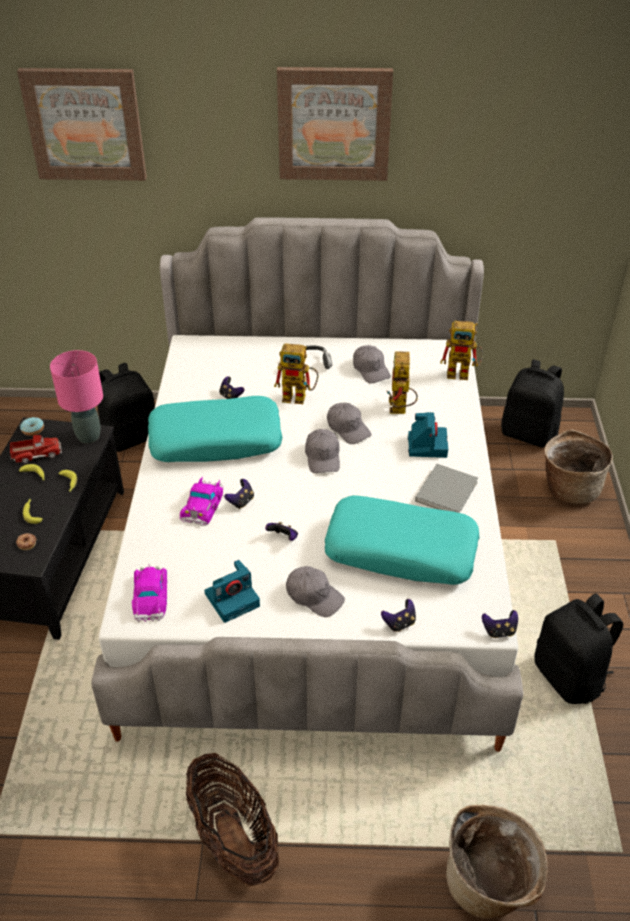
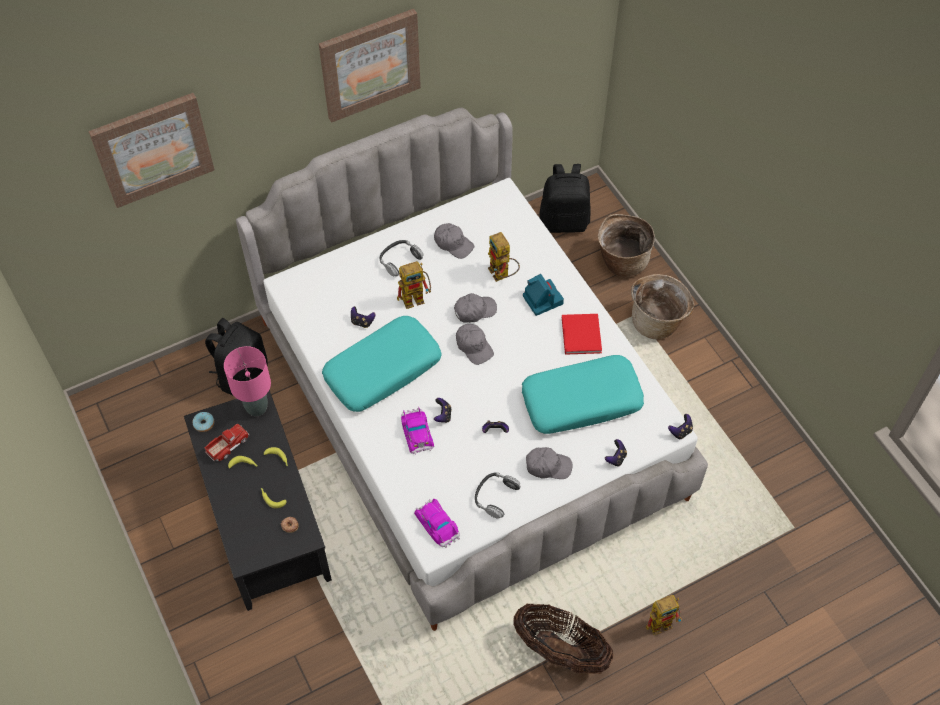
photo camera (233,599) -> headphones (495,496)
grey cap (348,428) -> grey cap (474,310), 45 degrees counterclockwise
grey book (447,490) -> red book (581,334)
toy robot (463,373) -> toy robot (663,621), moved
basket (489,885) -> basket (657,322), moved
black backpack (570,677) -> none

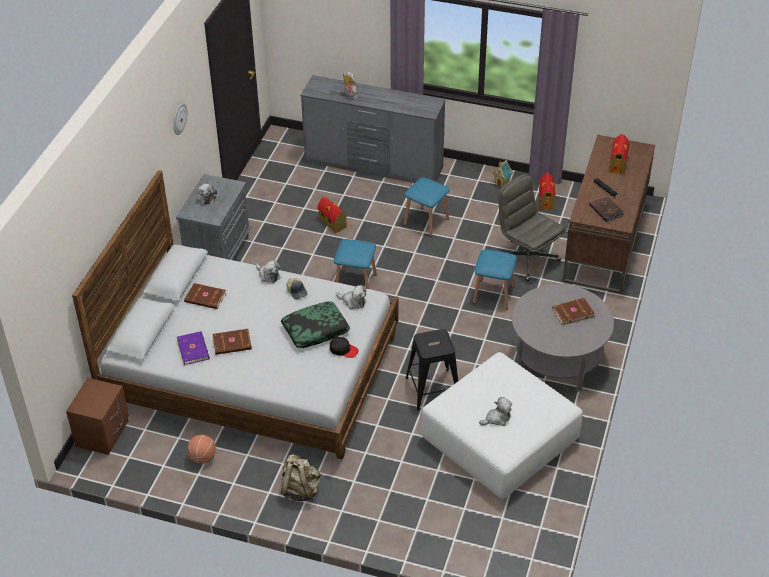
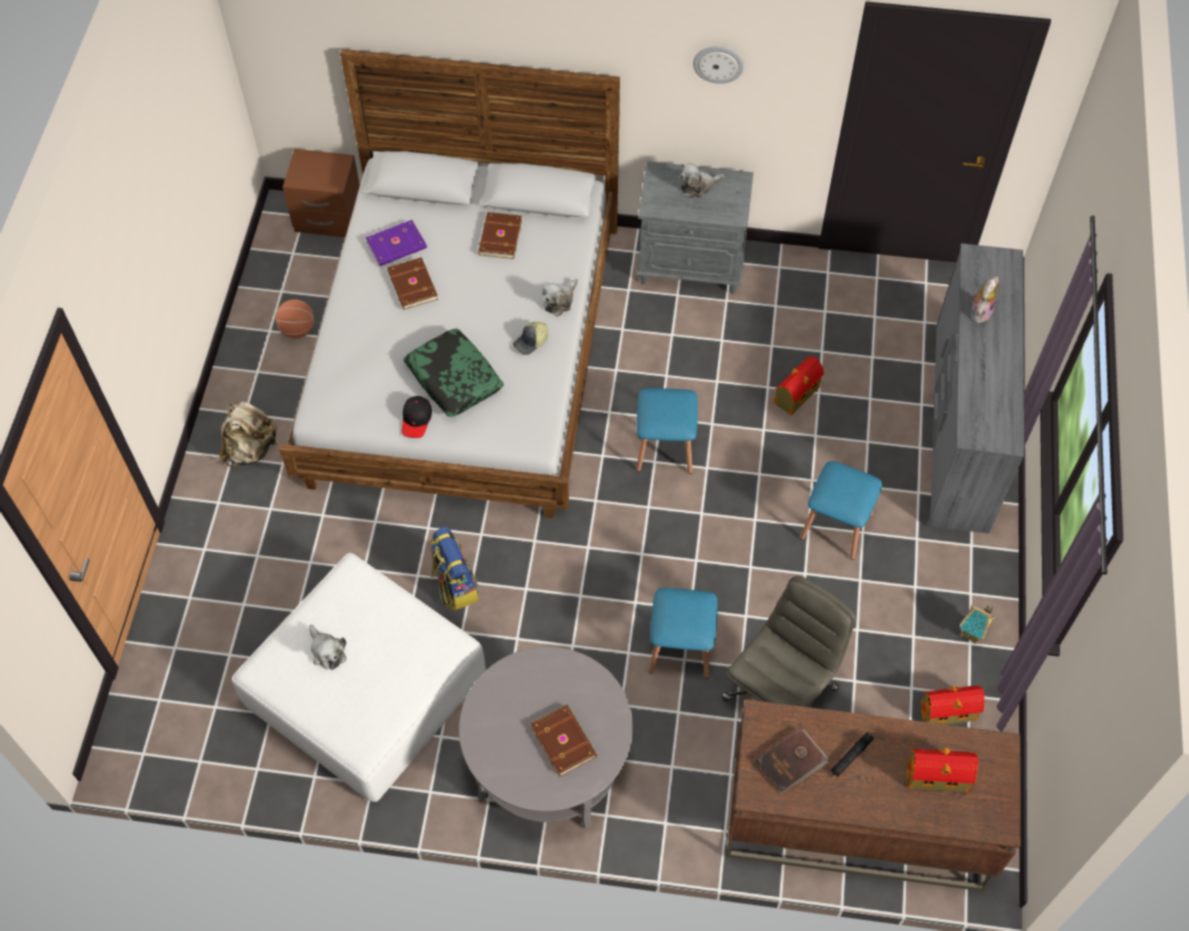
plush toy (353,302) -> none
black stool (433,389) -> backpack (454,585)

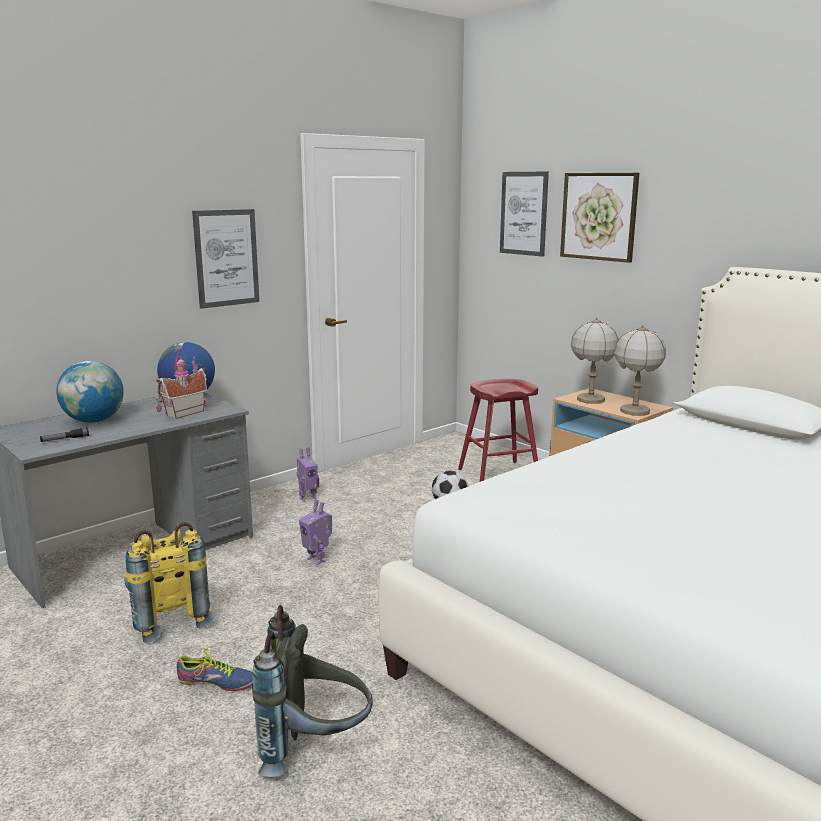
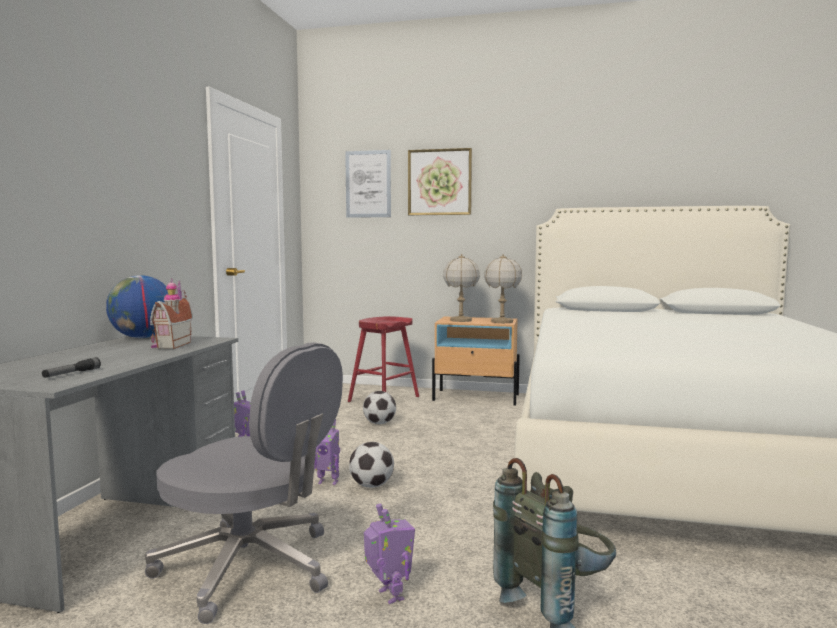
globe (94,421) -> none
yellow backpack (167,619) -> grey office chair (250,568)
shoe (217,682) -> toy robot (389,595)
picture (226,258) -> none
none -> football (372,486)

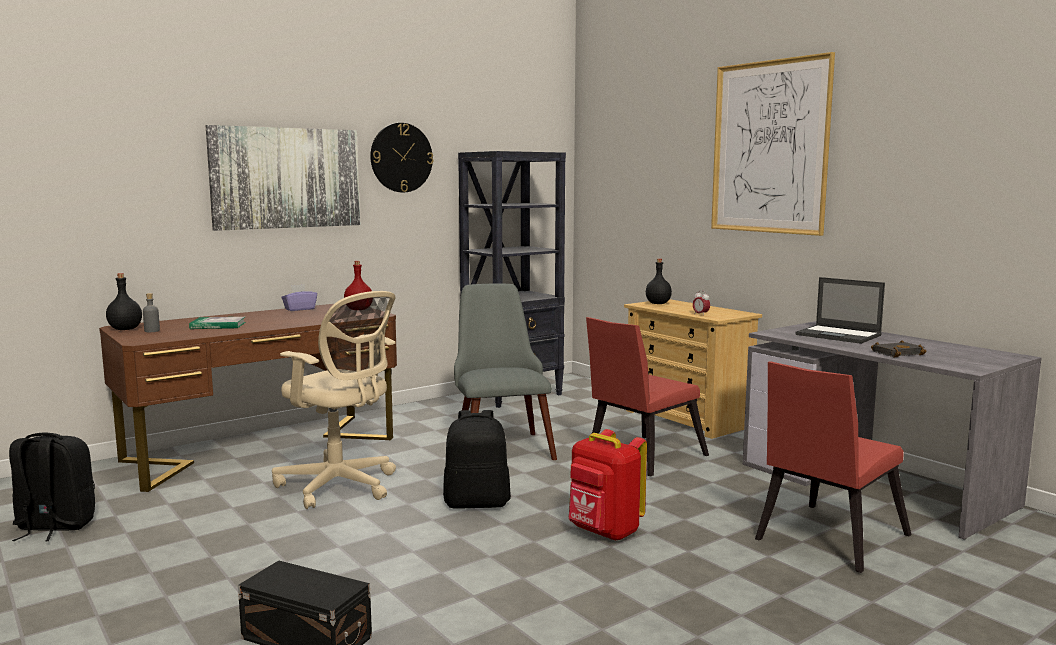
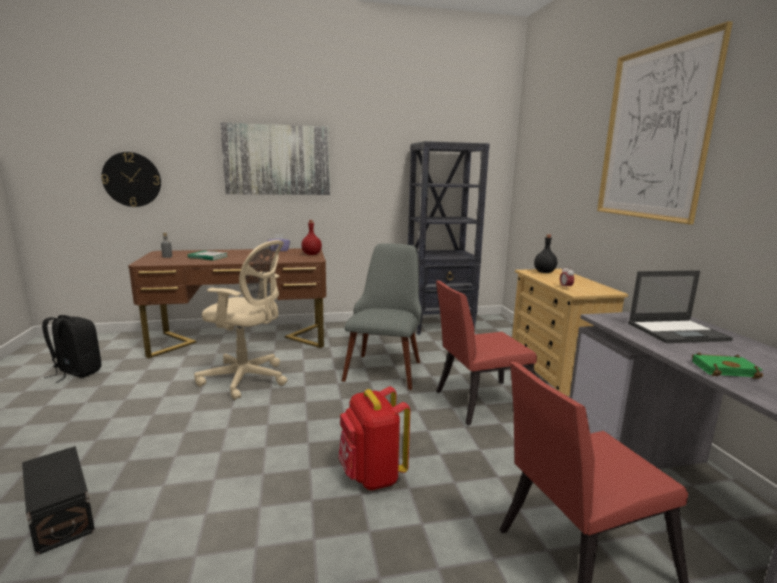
black bottle (125,329) -> none
beige office chair (340,486) -> beige office chair (247,379), 45 degrees counterclockwise
wall clock (401,157) -> wall clock (132,179), moved
black backpack (477,503) -> none
laptop (839,335) -> laptop (678,331), 75 degrees counterclockwise
black book (897,353) -> green book (724,369)

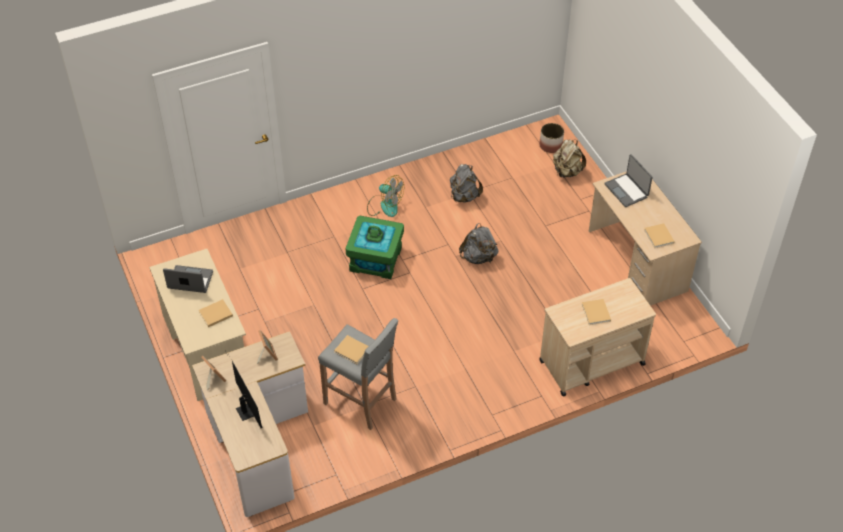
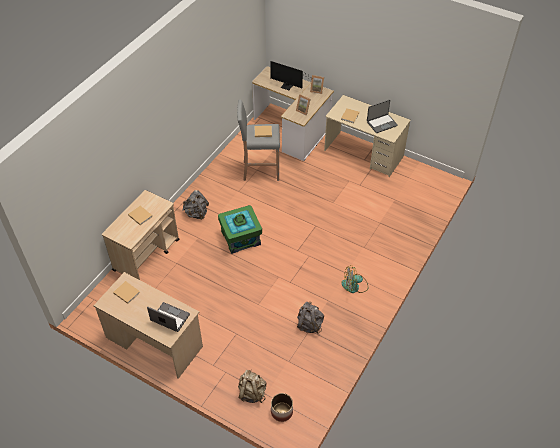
green storage box (375,259) -> green storage box (240,237), moved
grey backpack (478,257) -> grey backpack (196,213), moved

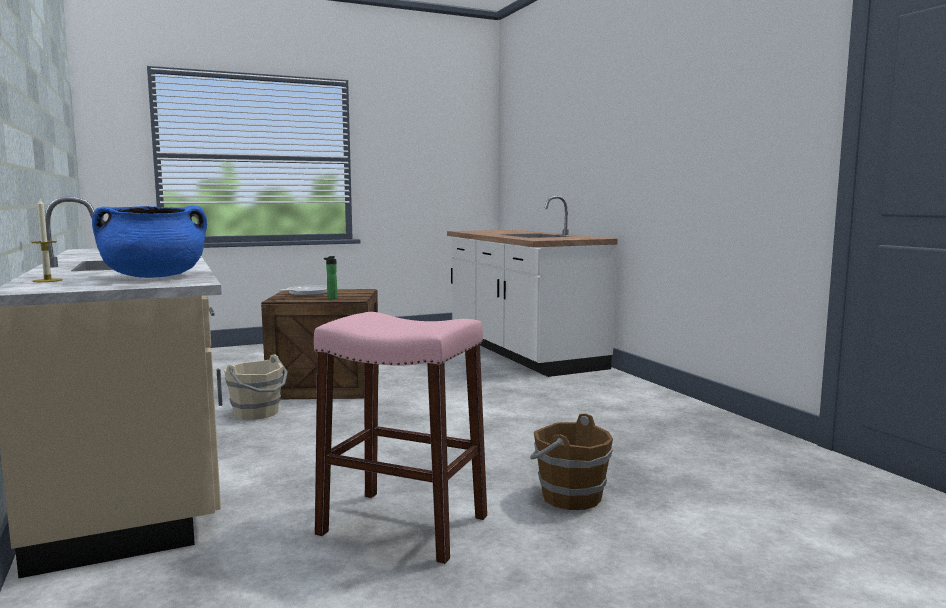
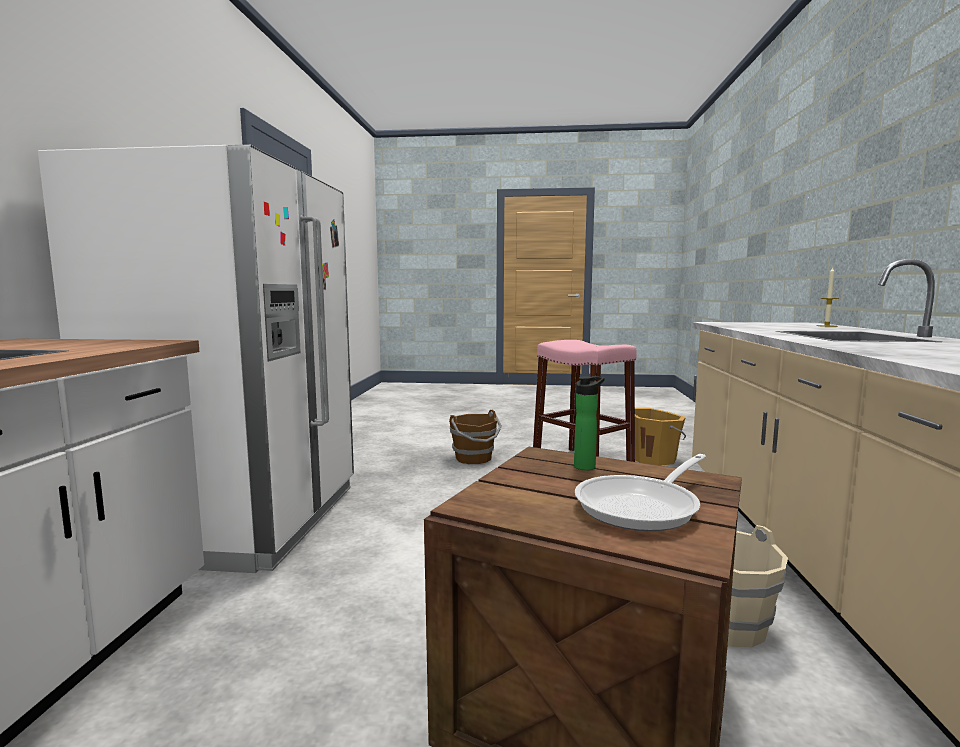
blue cooking pot (154,277) -> none
none -> white fridge (243,521)
none -> orange bucket (654,458)

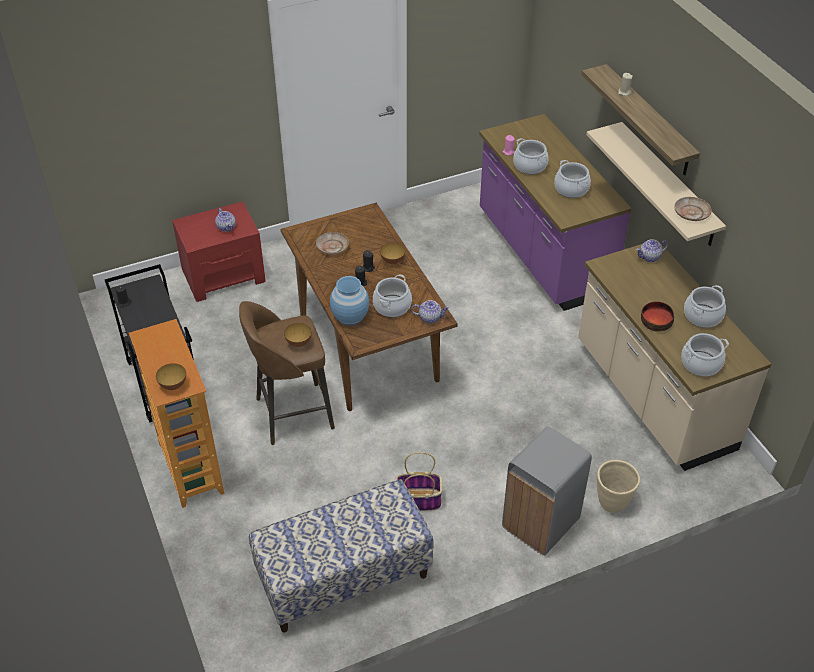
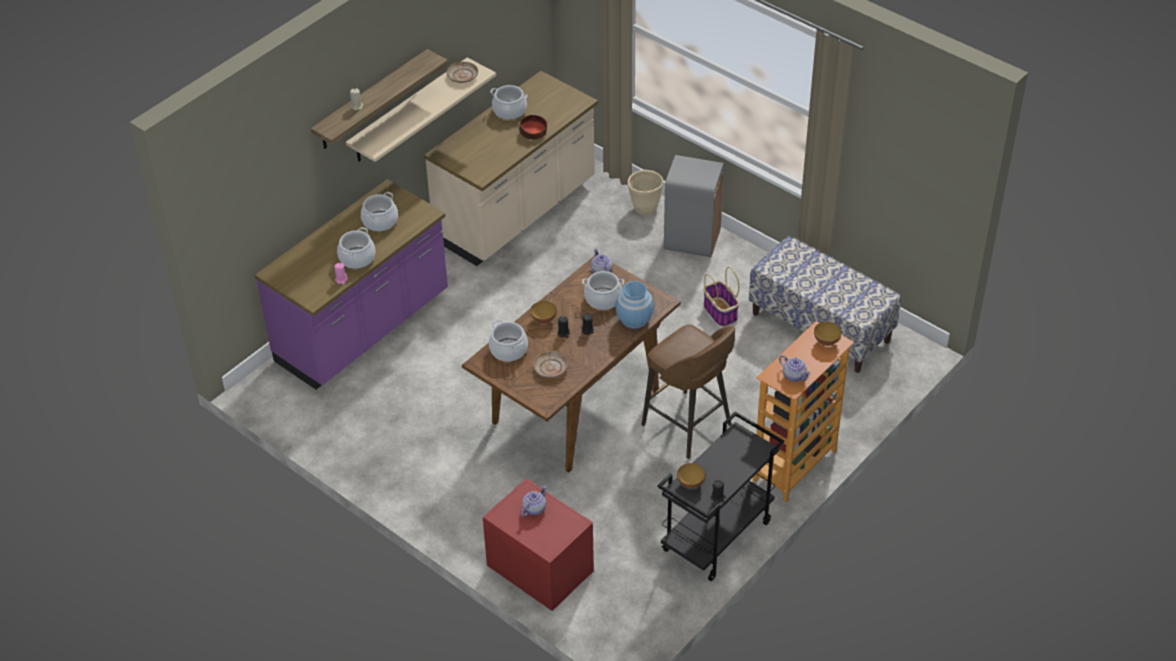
bowl (298,343) -> bowl (690,484), moved
teapot (649,257) -> teapot (794,375), moved
cooking pot (700,363) -> cooking pot (508,350), moved

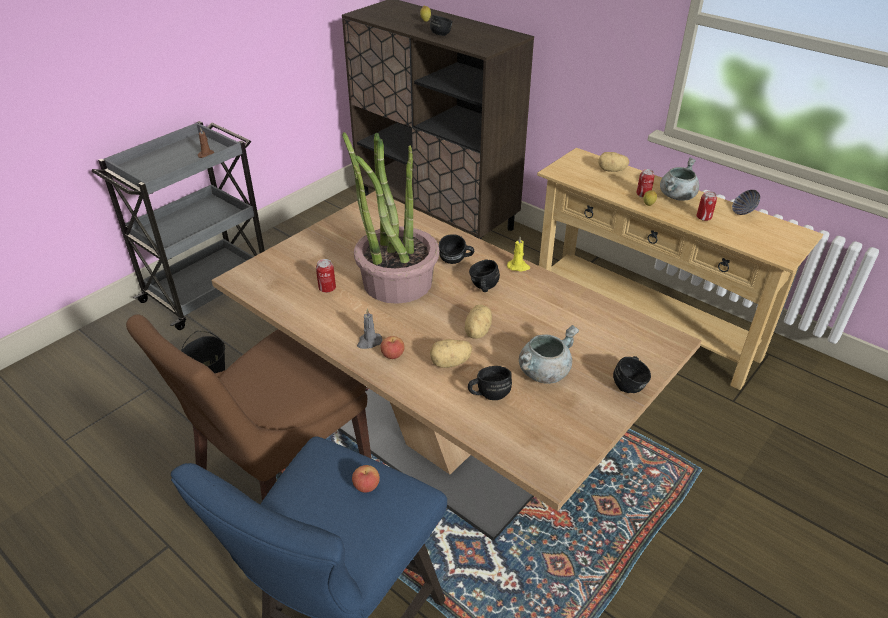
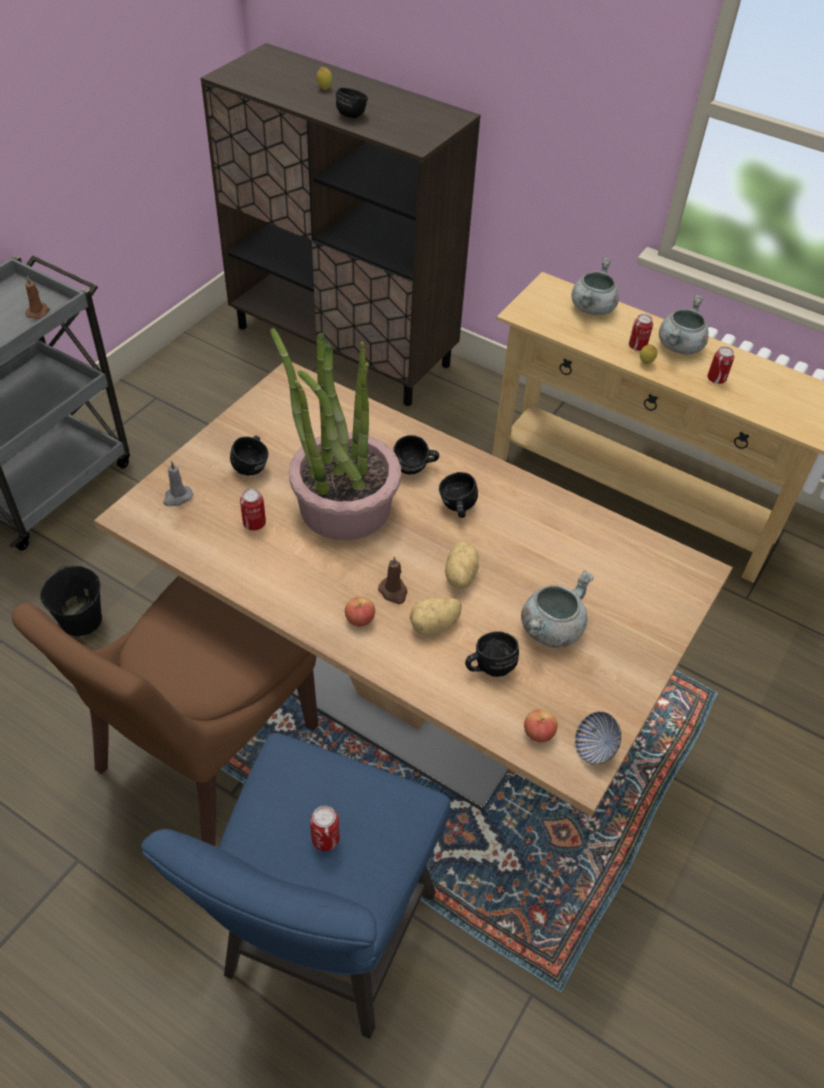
apple (366,486) -> apple (538,733), moved
grey candle (369,342) -> grey candle (177,497), moved
yellow candle (518,267) -> none
potato (611,170) -> grey cooking pot (592,309)
black mug (630,384) -> black mug (253,466), moved
bowl (743,212) -> bowl (594,748), moved
none -> can (325,839)
none -> brown candle (393,592)

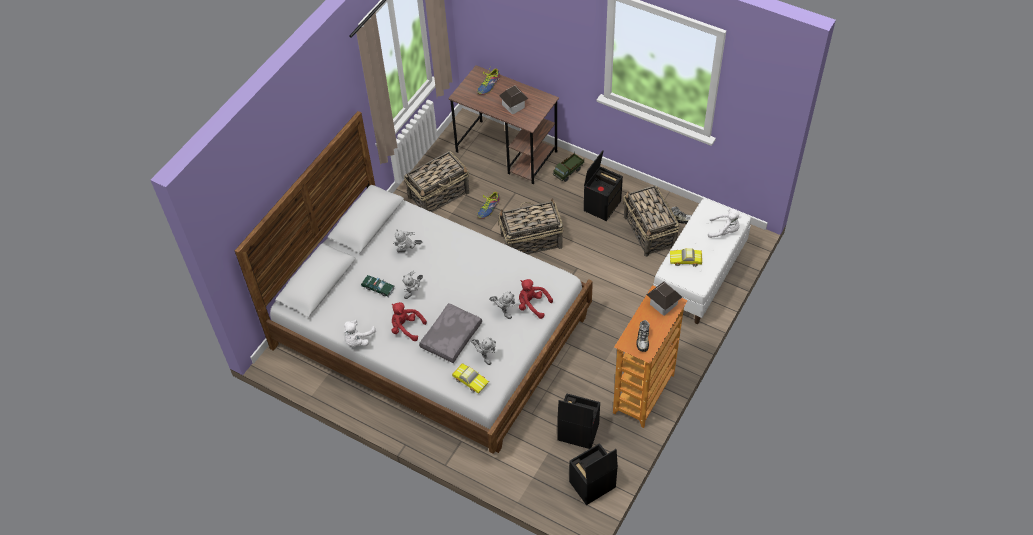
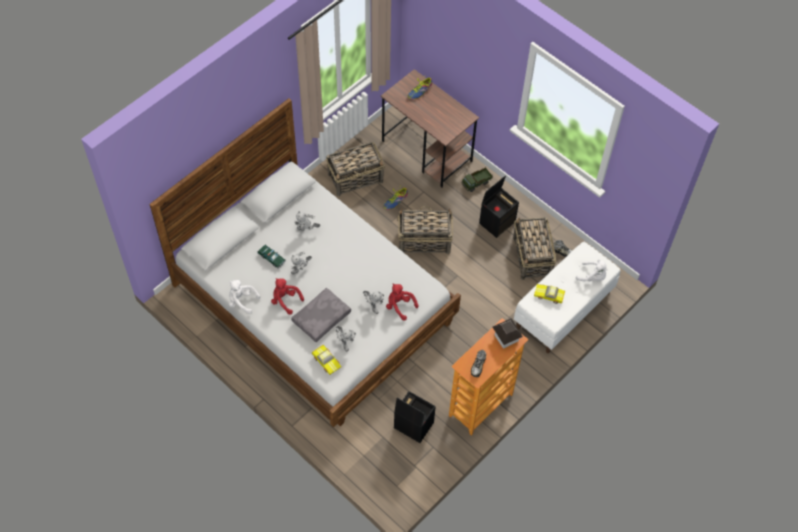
white plush toy (358,340) -> white plush toy (242,301), 75 degrees clockwise
toy house (513,106) -> none
black storage box (592,485) -> none

